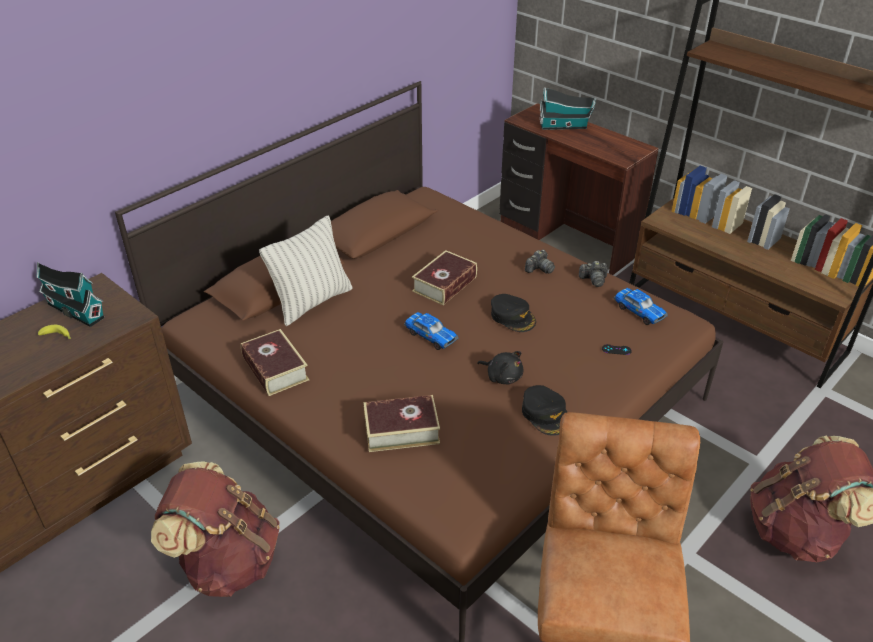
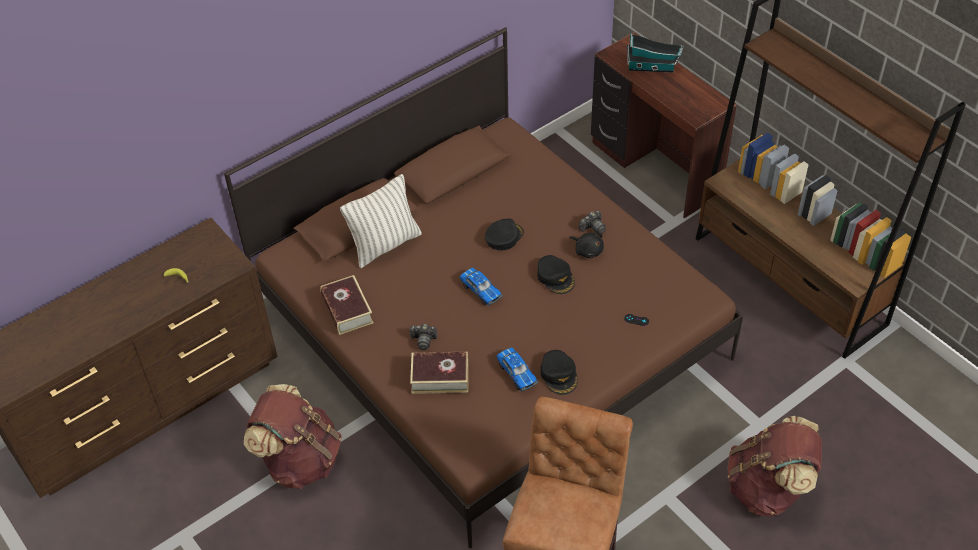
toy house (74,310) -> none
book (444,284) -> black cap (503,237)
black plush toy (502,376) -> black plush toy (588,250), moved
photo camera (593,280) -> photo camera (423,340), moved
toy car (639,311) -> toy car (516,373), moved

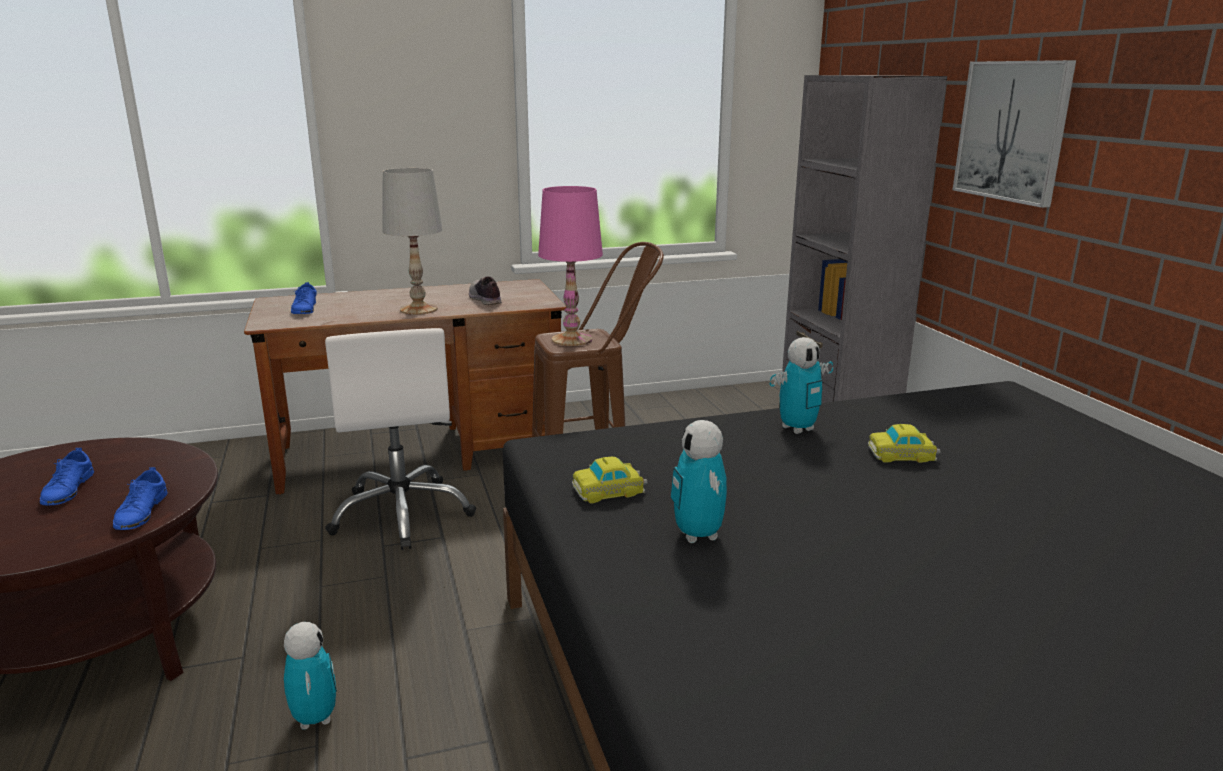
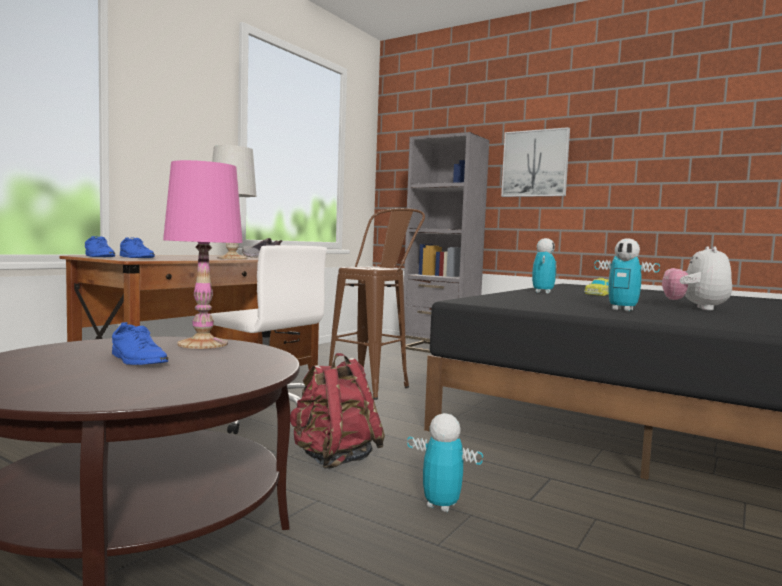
blue shoe (141,512) -> blue shoe (99,256), moved
pink table lamp (572,339) -> pink table lamp (203,344), moved
toy car (609,490) -> none
none -> red backpack (334,459)
none -> plush toy (695,308)

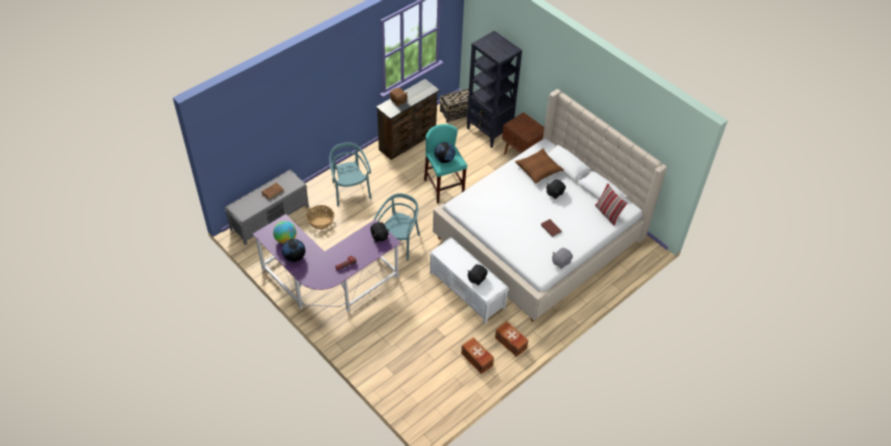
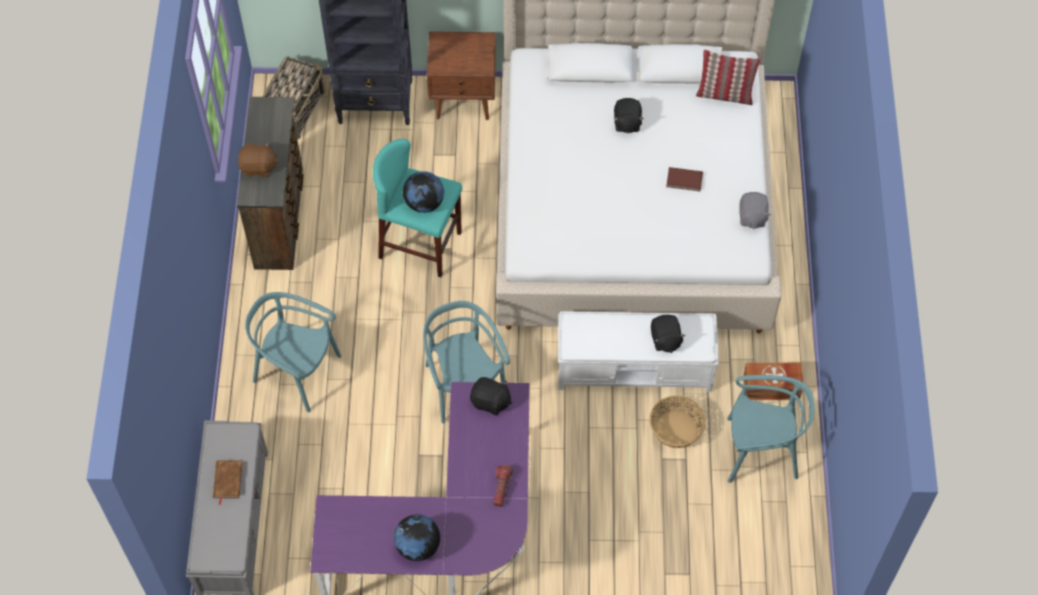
globe (286,239) -> none
basket (321,221) -> basket (676,428), moved
brown storage box (476,360) -> turquoise chair (760,451)
brown pillow (538,169) -> none

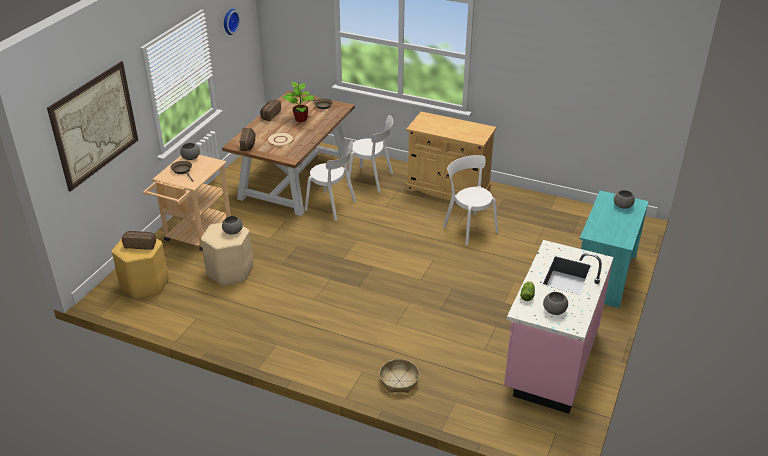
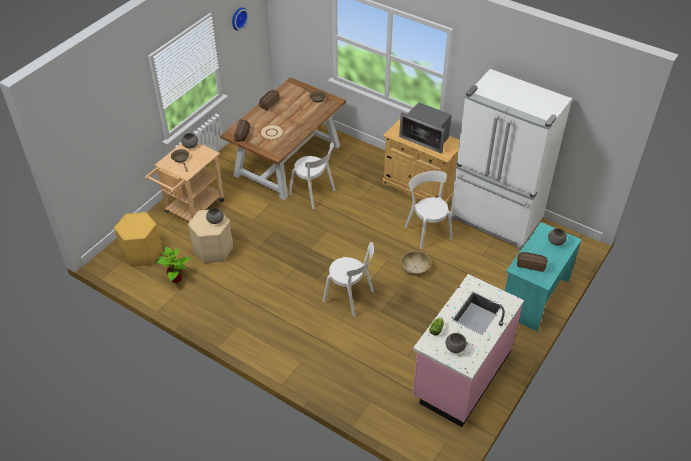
picture (95,125) -> none
bread (140,244) -> bread (531,264), moved
potted plant (301,119) -> potted plant (176,278), moved
white chair (372,179) -> white chair (350,297), moved
basket (399,381) -> basket (415,267), moved
none -> microwave (426,138)
none -> white fridge (495,220)

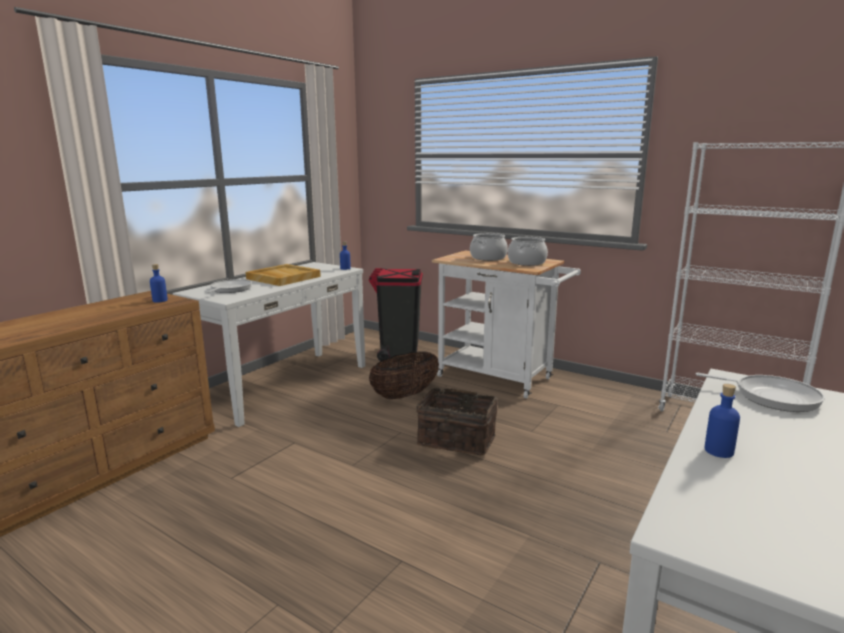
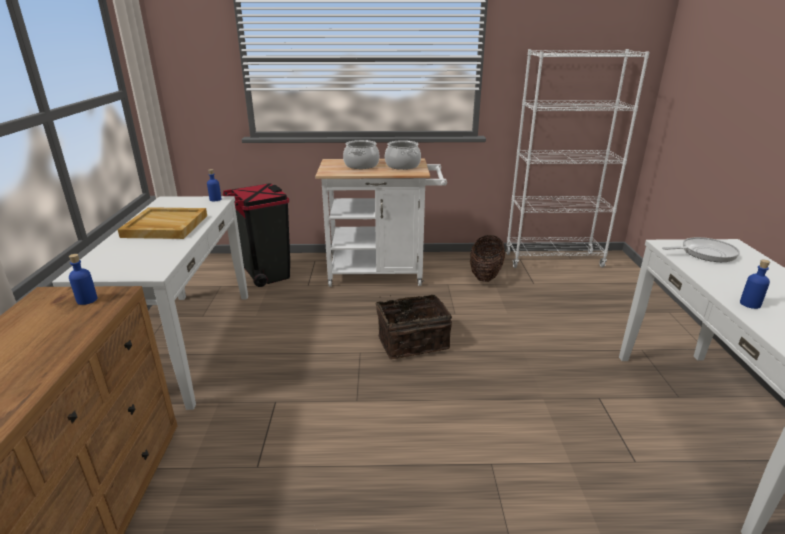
frying pan (229,289) -> none
basket (405,395) -> basket (485,275), moved

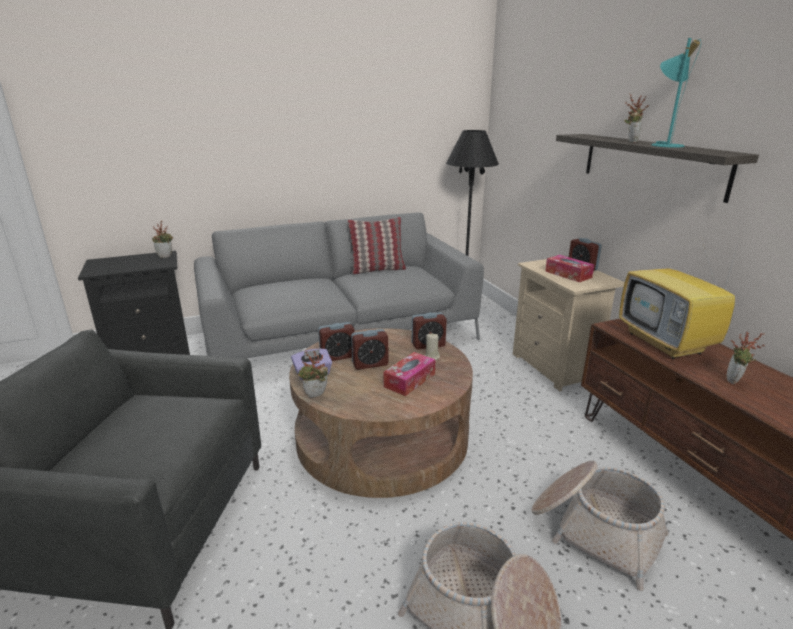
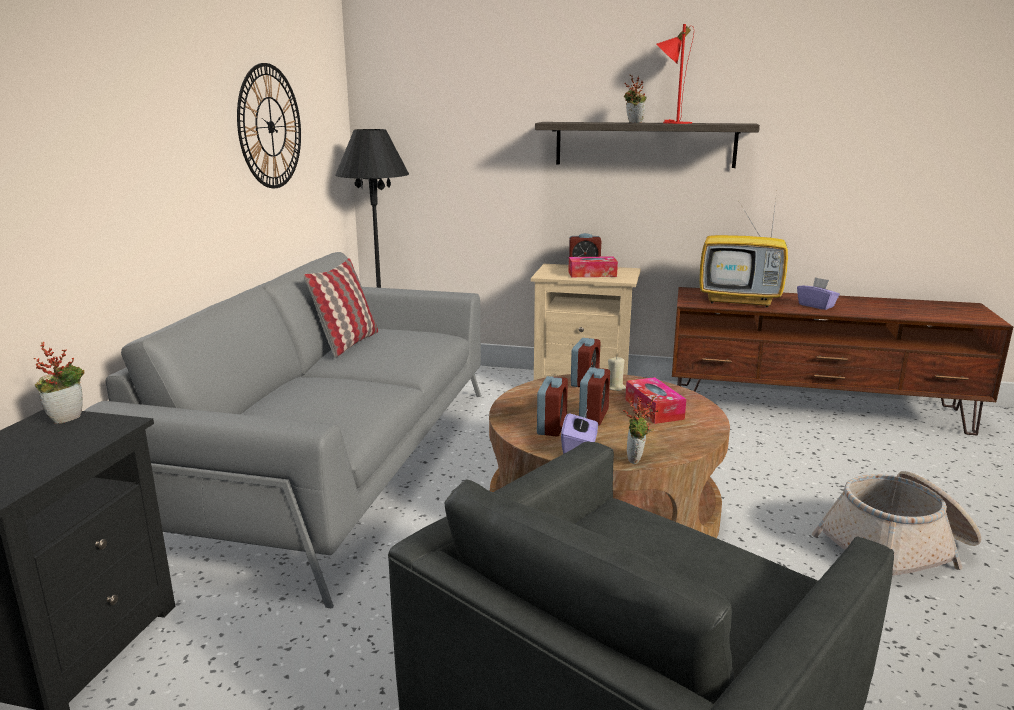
basket (594,529) -> none
turquoise table lamp (664,145) -> red table lamp (671,123)
potted plant (735,381) -> purple tissue box (816,306)
none -> wall clock (270,127)

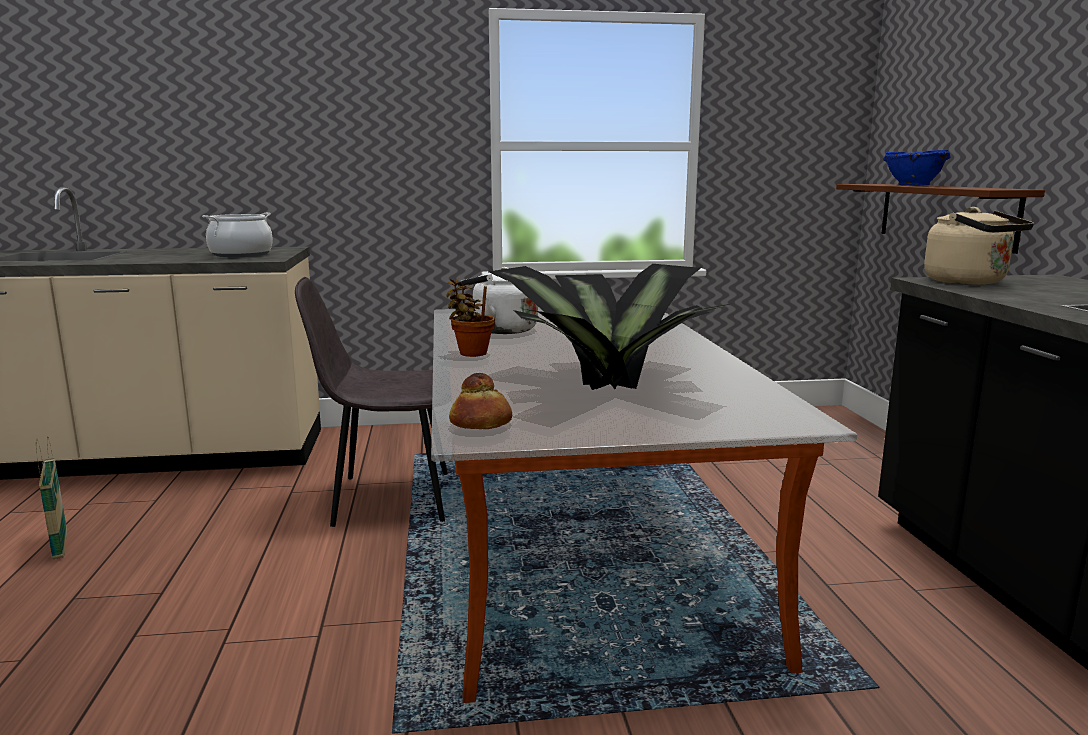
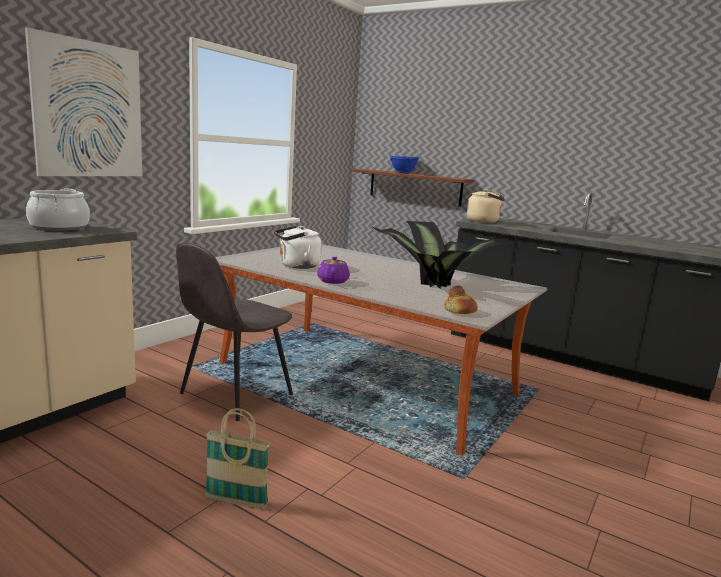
basket (60,546) -> basket (236,501), moved
potted plant (471,353) -> purple teapot (333,281)
none -> picture (89,110)

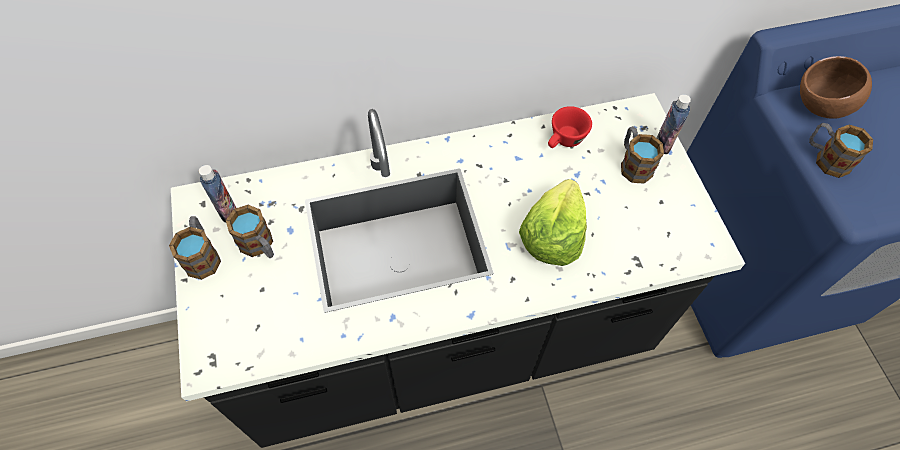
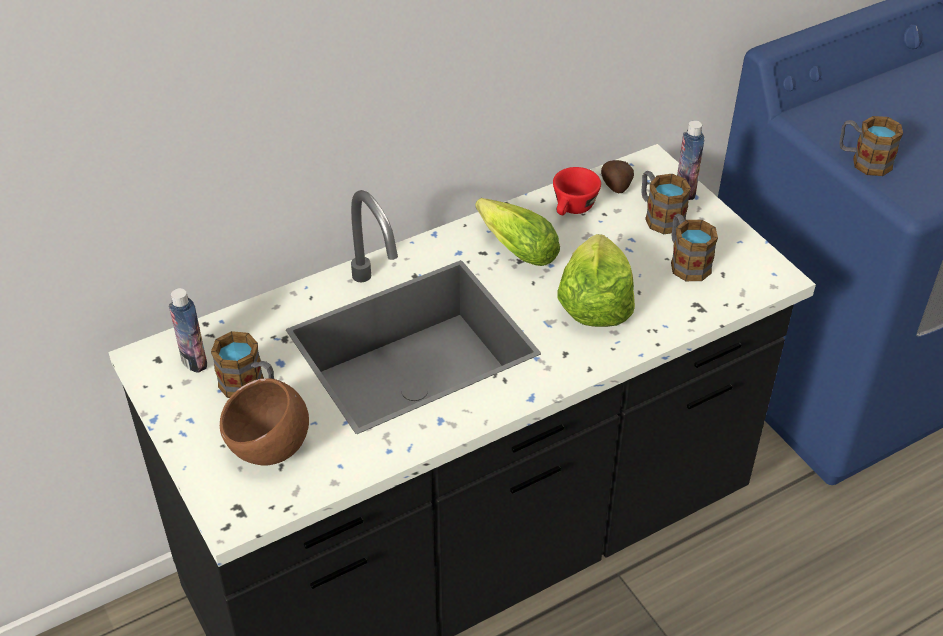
mug (202,255) -> mug (686,262), moved
brown bowl (820,107) -> brown bowl (270,449), moved
none -> lettuce (513,247)
none -> potato (616,186)

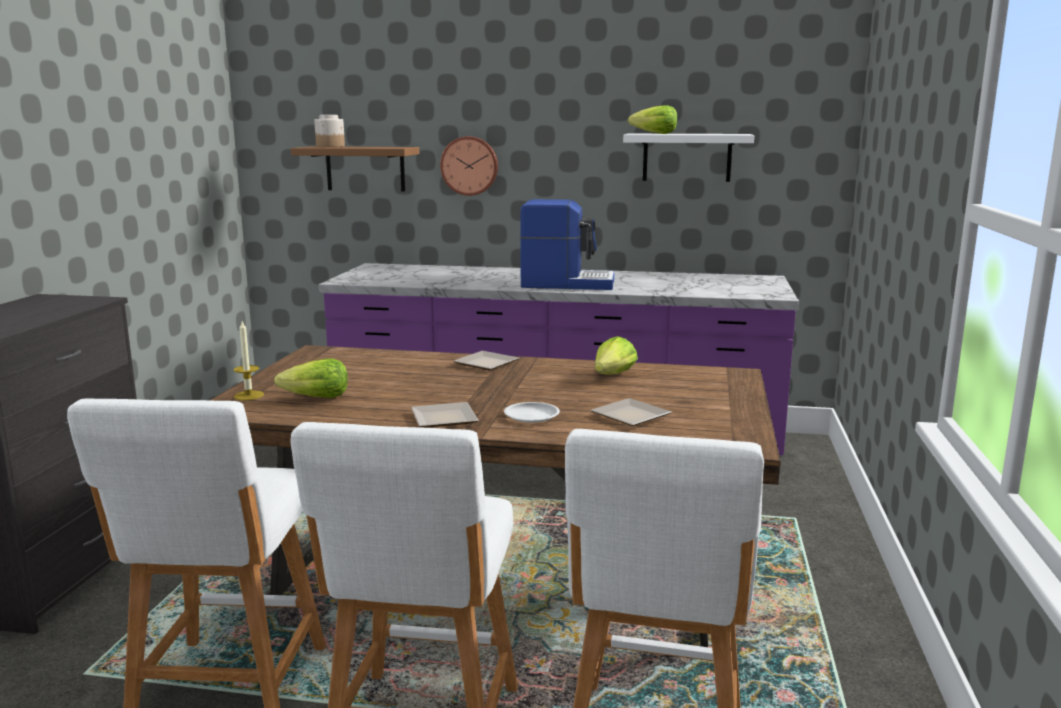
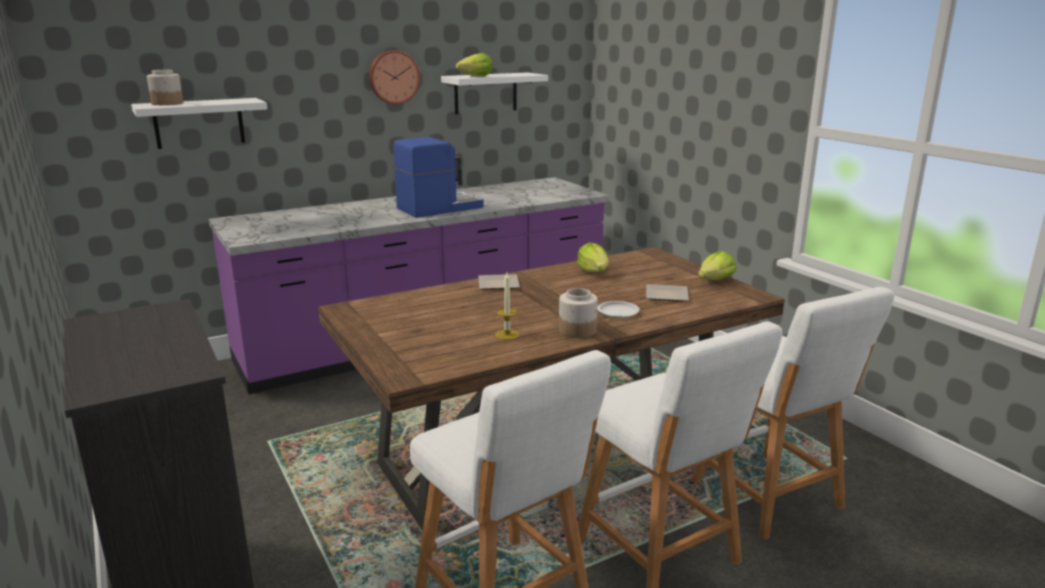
candle (248,395) -> candle (507,334), moved
lettuce (316,398) -> lettuce (715,281), moved
brown shelf (365,168) -> white shelf (199,123)
plate (446,419) -> jar (578,330)
wall clock (470,165) -> wall clock (393,77), moved

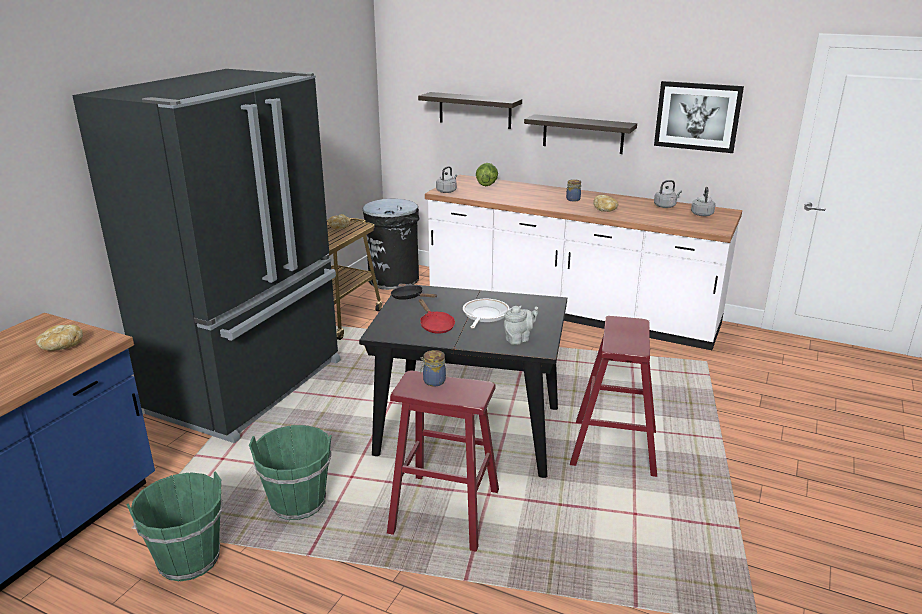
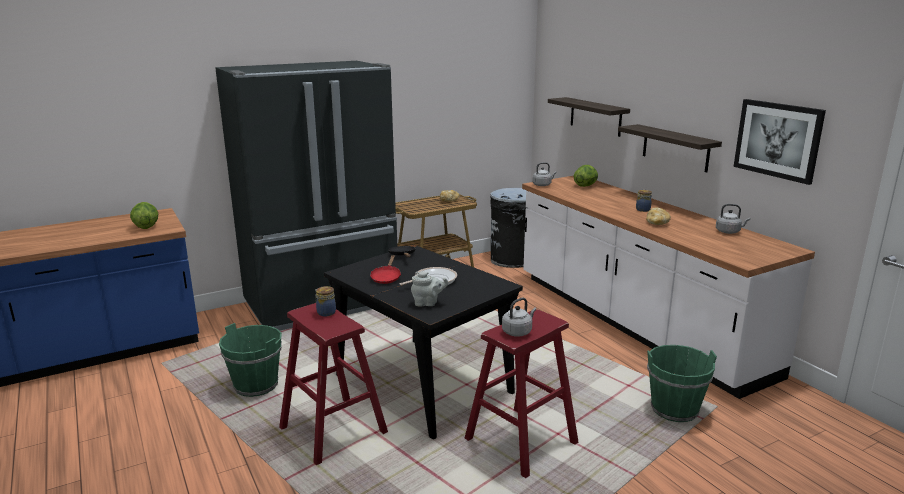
bread (61,347) -> lettuce (146,227)
green bucket (189,560) -> green bucket (674,410), moved
grey kettle (702,214) -> grey kettle (518,331), moved

